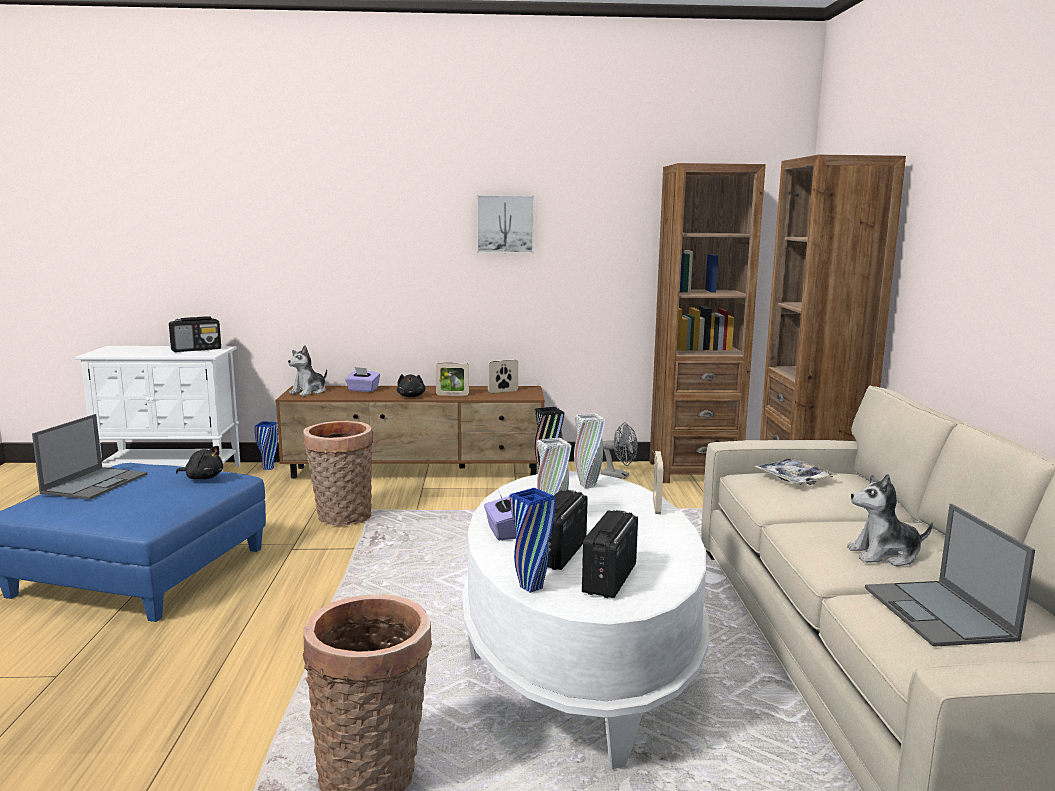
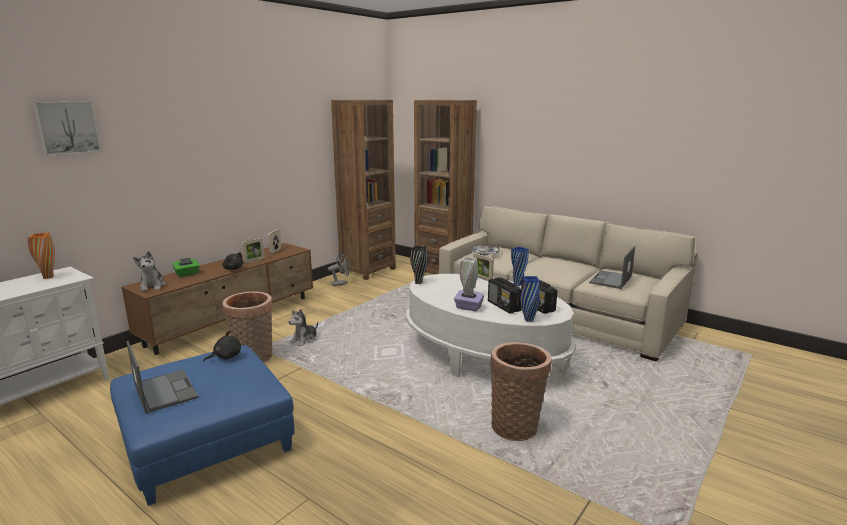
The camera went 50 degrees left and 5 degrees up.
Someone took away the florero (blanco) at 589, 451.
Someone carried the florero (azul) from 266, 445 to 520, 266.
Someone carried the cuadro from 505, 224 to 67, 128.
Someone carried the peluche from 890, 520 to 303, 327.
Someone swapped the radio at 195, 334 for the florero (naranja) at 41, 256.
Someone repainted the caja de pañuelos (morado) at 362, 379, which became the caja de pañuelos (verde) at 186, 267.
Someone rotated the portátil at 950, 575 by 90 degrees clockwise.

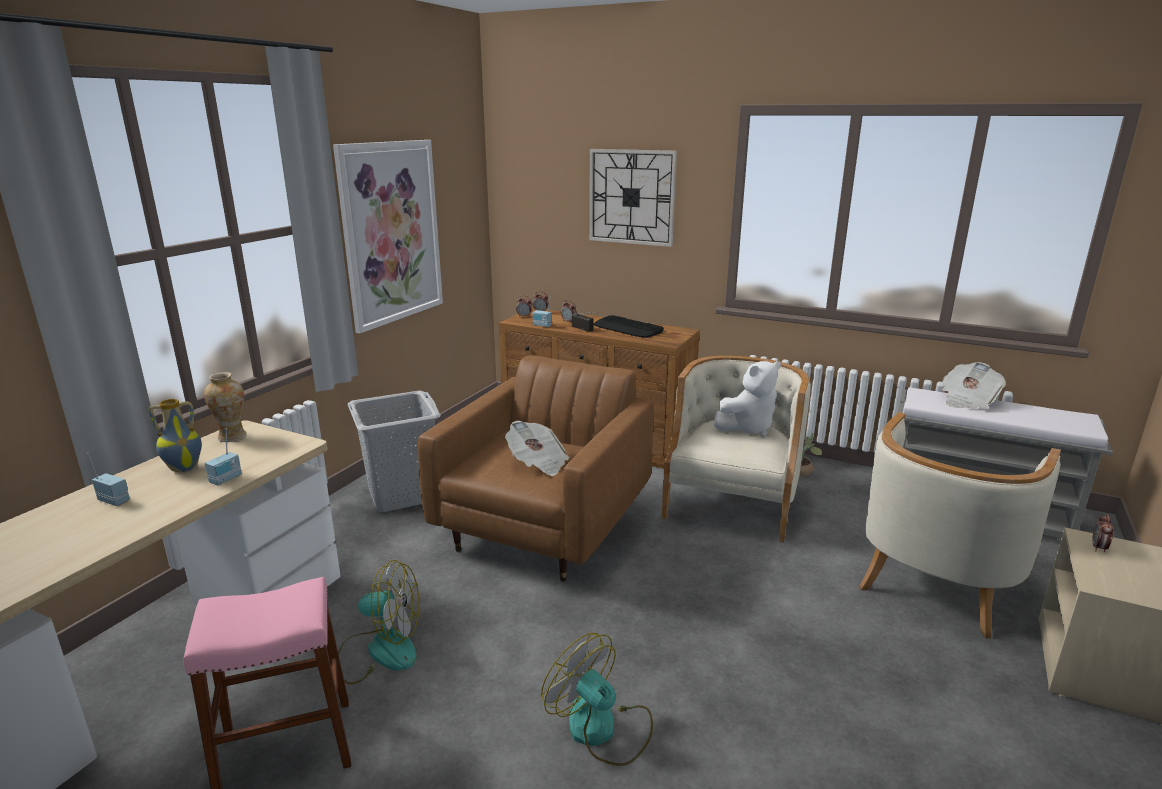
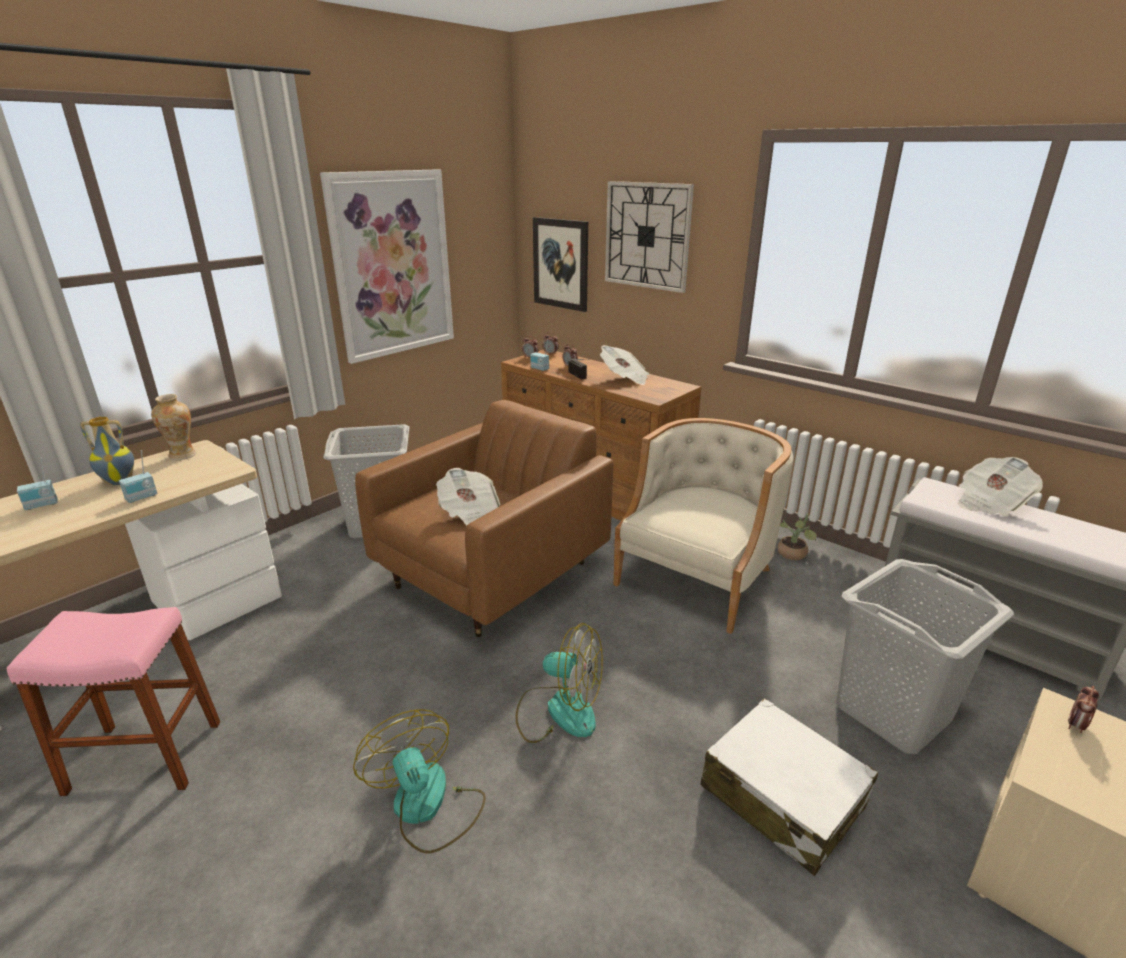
The camera went 15 degrees right and 5 degrees up.
Someone took away the peluche (blanco) at 747, 399.
Someone put up the cuadro at 560, 264.
Someone put down the maleta (blanco) at 789, 787.
Someone carried the ventilador from 378, 622 to 559, 683.
Someone swapped the teclado at 628, 326 for the periódico at 624, 365.
Someone swapped the sillón (beis) at 960, 525 for the cesto de la ropa (gris) at 925, 656.
Someone rotated the radio at 108, 479 by 105 degrees clockwise.

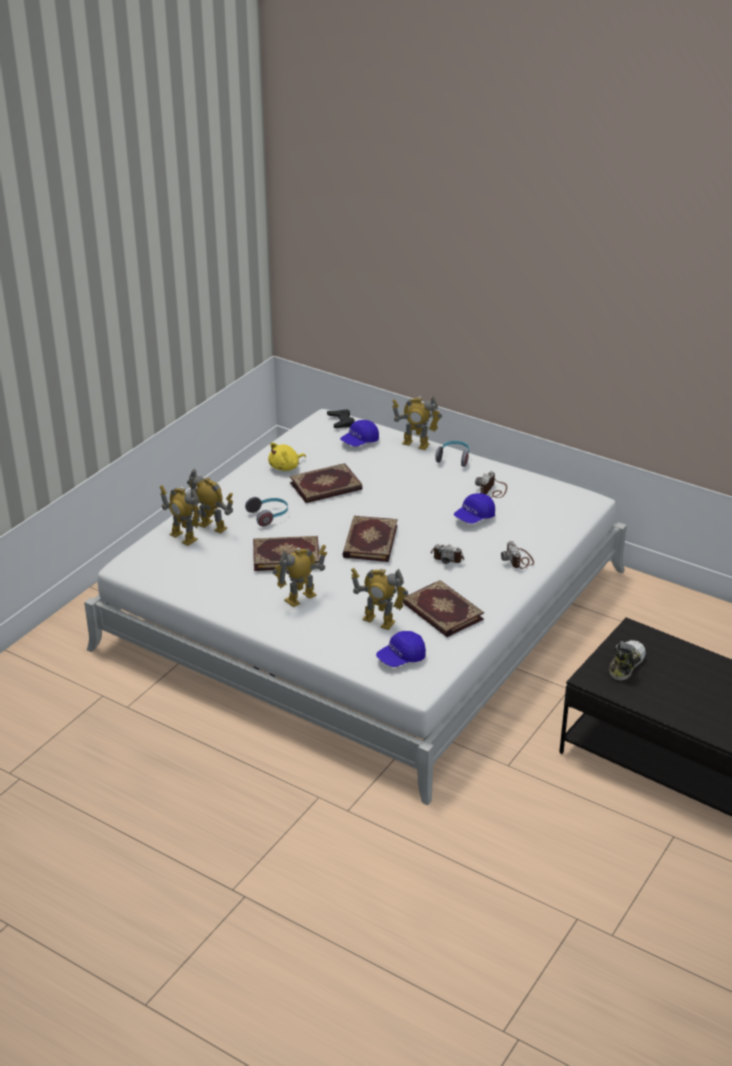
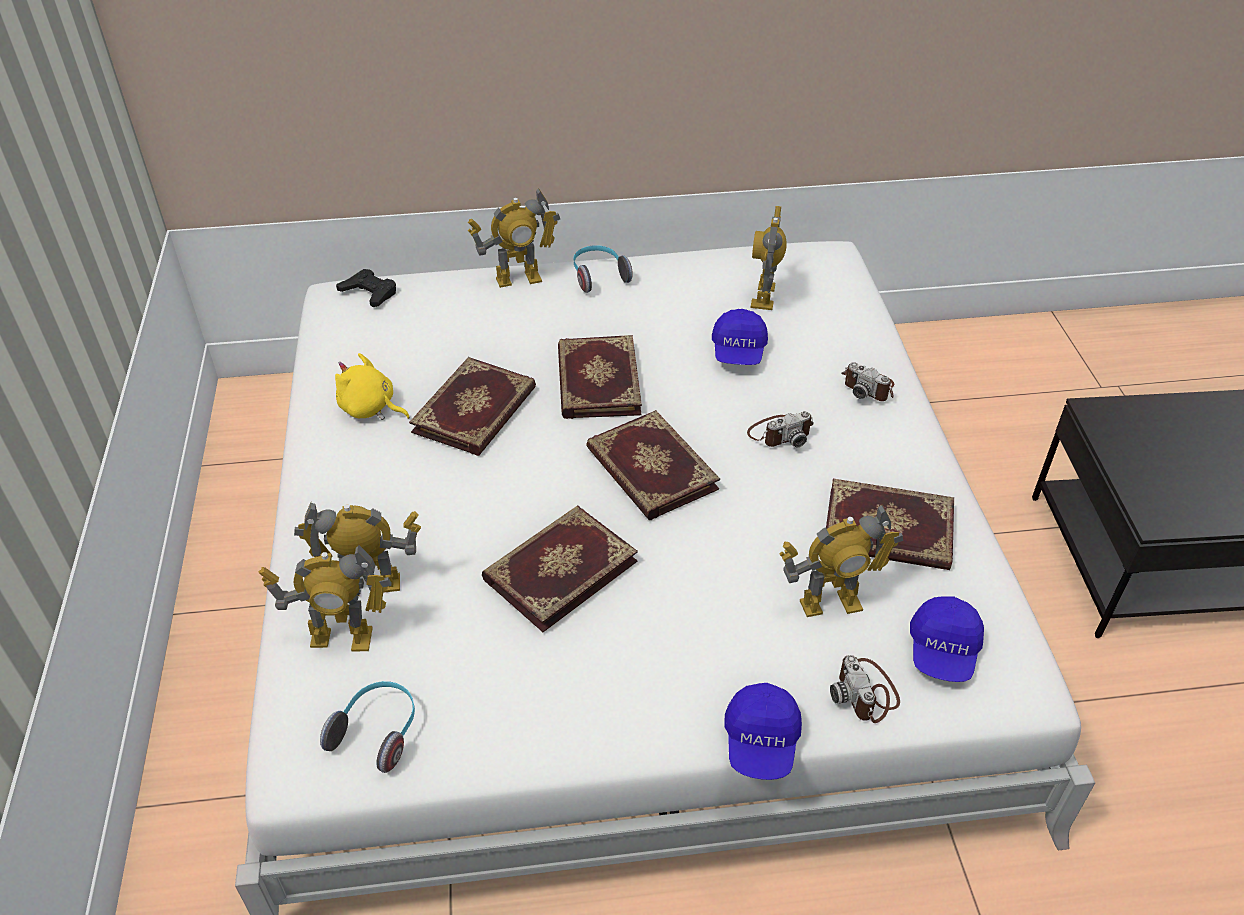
The camera went 40 degrees left and 10 degrees up.
Someone took away the zapato at 627, 660.
Someone put down the libro at 600, 377.
Someone carried the auriculares from 266, 511 to 367, 727.
Someone carried the robot de juguete from 300, 575 to 769, 258.
Someone carried the gorra (azul) from 359, 433 to 763, 731.
Someone carried the cámara from 491, 484 to 865, 689.
Someone rotated the peluche (amarillo) at 287, 456 by 105 degrees clockwise.

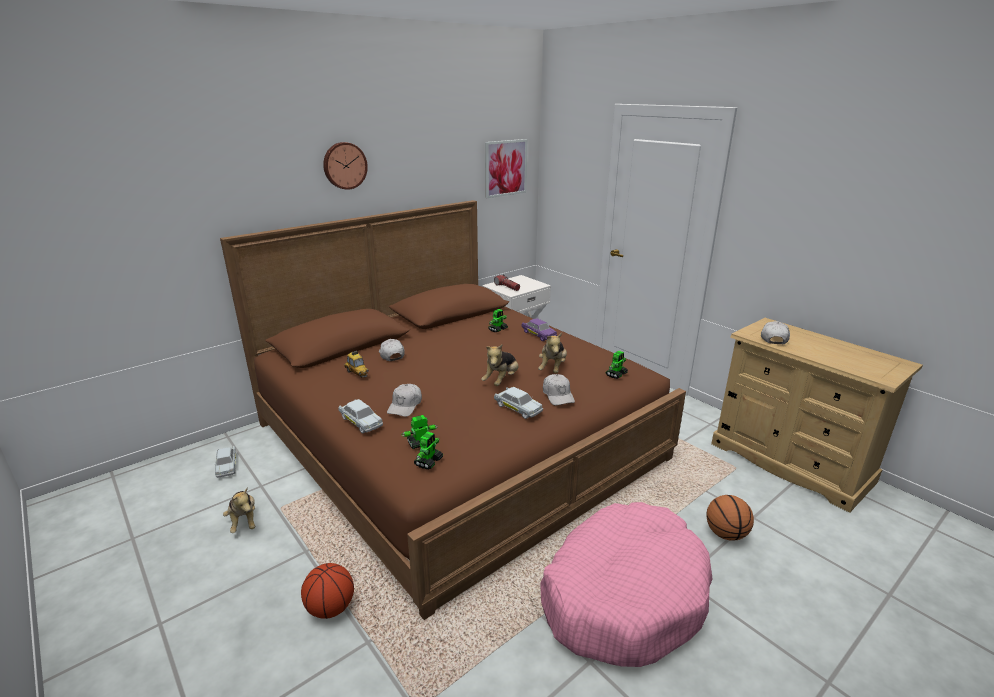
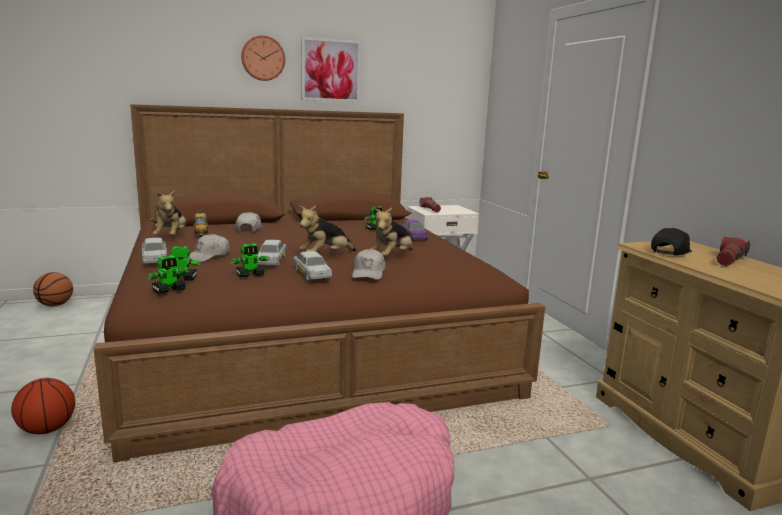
The camera went 20 degrees right and 10 degrees down.
Someone put down the linterna at 733, 251.
Someone carried the coche de juguete (blanco) from 225, 462 to 271, 253.
Someone carried the peluche from 239, 510 to 169, 213.
Someone carried the cuadro from 506, 168 to 331, 69.
Someone carried the robot de juguete from 616, 365 to 250, 260.
Someone carried the balón de baloncesto from 730, 518 to 53, 289.
Someone repainted the gorra (blanco) at 775, 332, which became the gorra (negro) at 671, 241.

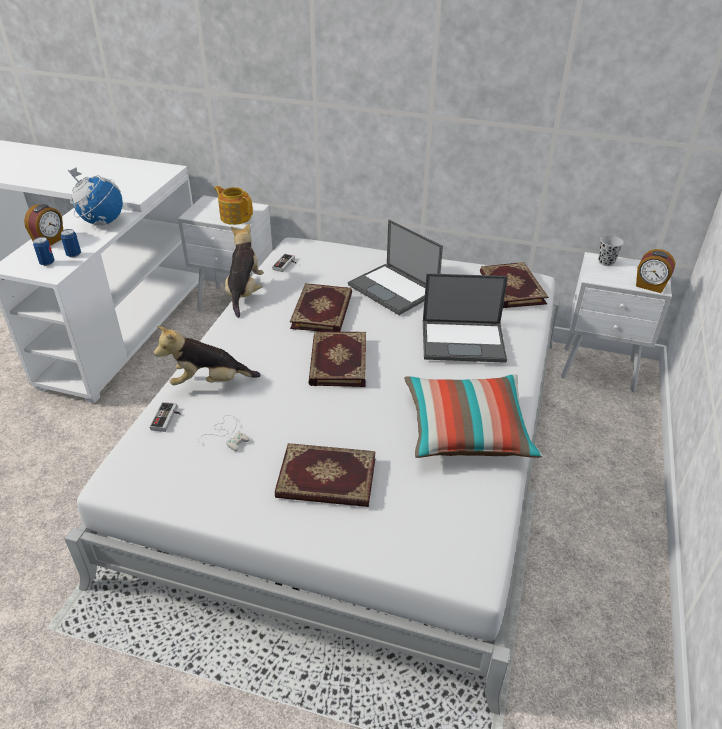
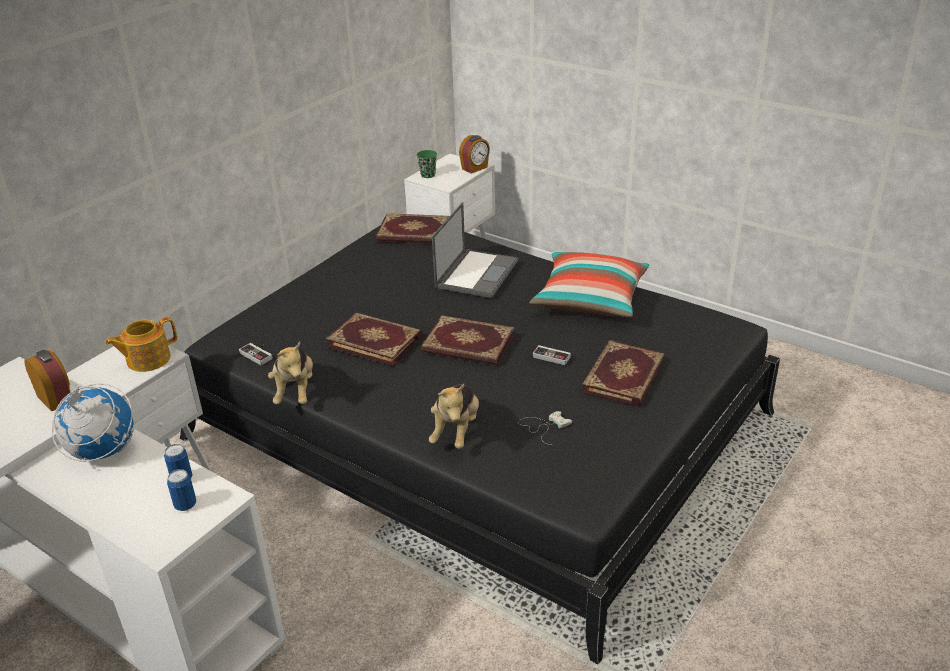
The camera went 70 degrees left and 5 degrees down.
Someone took away the portátil at 395, 267.
Someone carried the despertador from 43, 225 to 47, 381.
Someone carried the mando de consola from 165, 417 to 552, 355.
Someone repainted the cama (blanco) at 312, 476, which became the cama (negro) at 480, 444.
Someone repainted the taza (negro) at 611, 250, which became the taza (verde) at 427, 164.
Someone rotated the peluche at 244, 270 by 120 degrees counterclockwise.

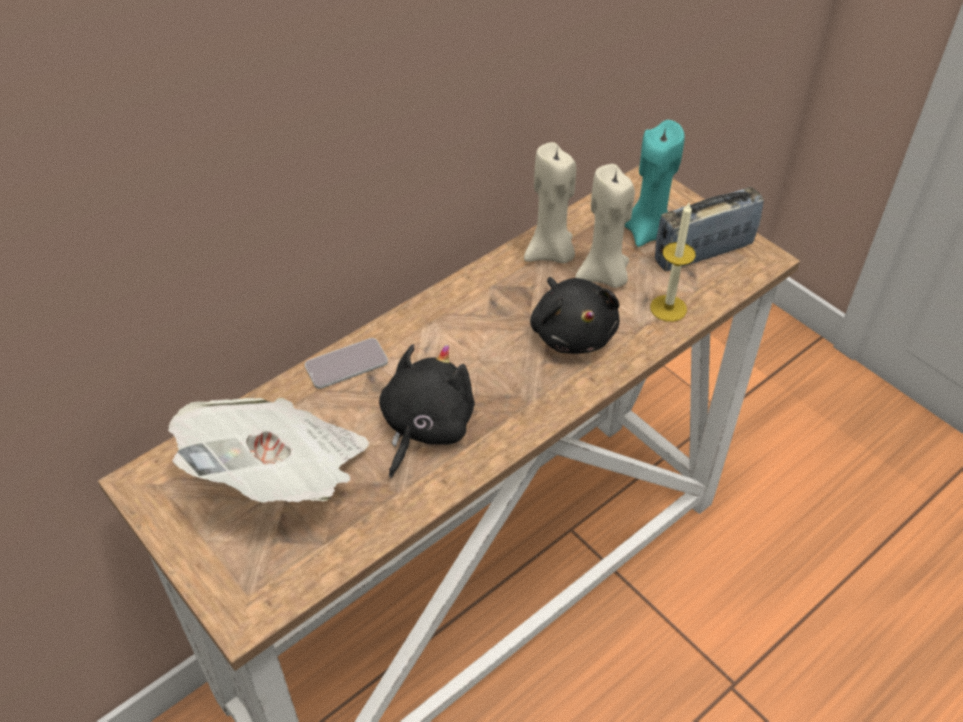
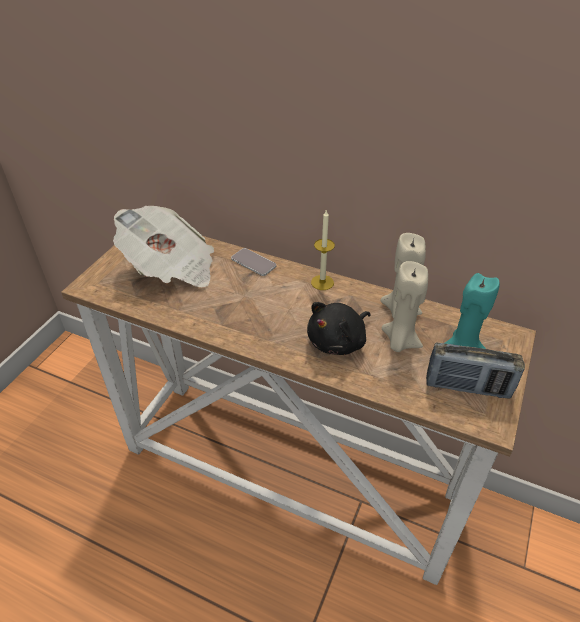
The camera went 65 degrees right and 5 degrees down.
Someone took away the peluche (negro) at 427, 411.
Someone carried the vela from 673, 262 to 323, 249.
Someone rotated the radio at 709, 229 by 150 degrees clockwise.

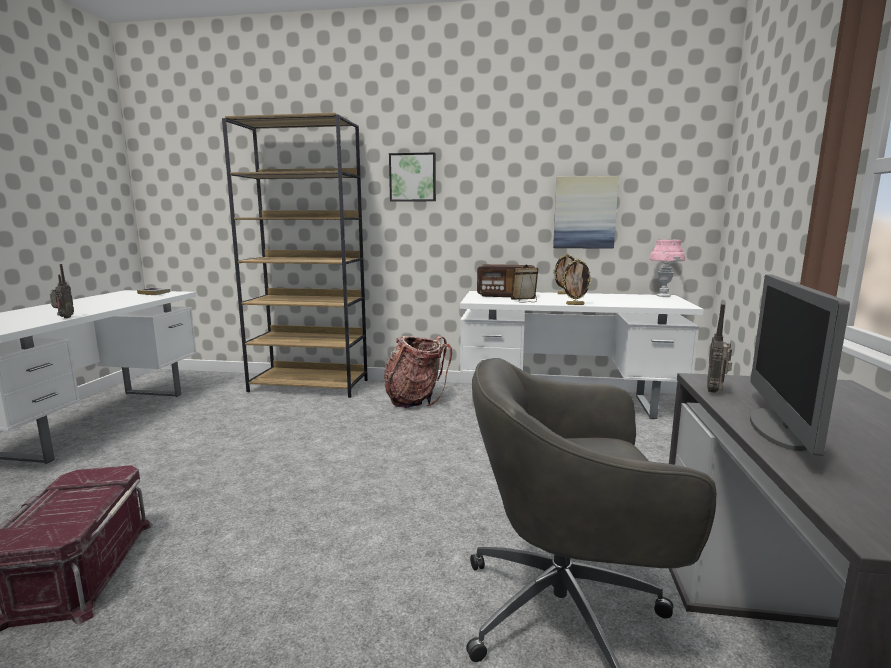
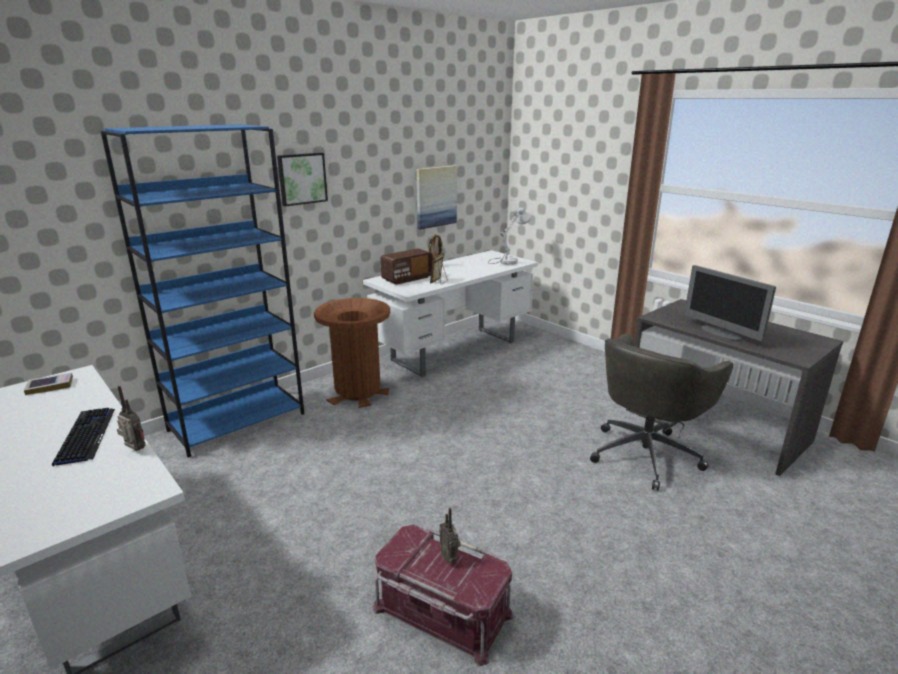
The camera went 50 degrees left and 10 degrees up.
Someone took away the portarretratos at 576, 281.
Someone took away the lámpara de mesa (rosa) at 667, 268.
Someone put down the teclado at 83, 437.
Someone put down the lámpara de mesa (blanco) at 509, 236.
Someone carried the radio from 719, 348 to 449, 535.
Someone swapped the mochila at 418, 372 for the papelera (marrón) at 352, 353.
Someone repainted the estantería (marrón) at 295, 255, which became the estantería (azul) at 203, 290.

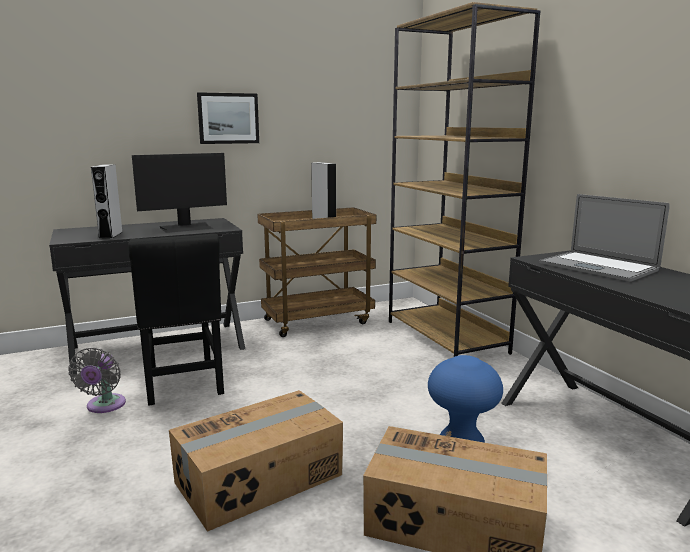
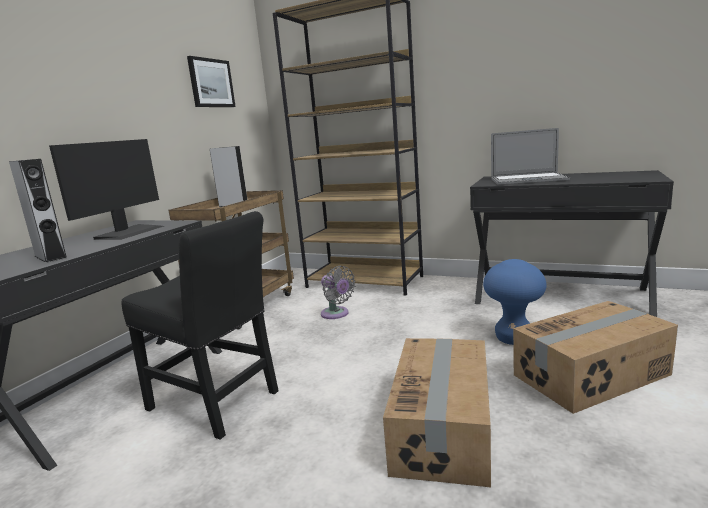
The camera went 40 degrees left and 0 degrees up.
Someone carried the ventilador (gris) from 97, 380 to 338, 292.
Someone carried the cuadro from 228, 118 to 211, 81.

